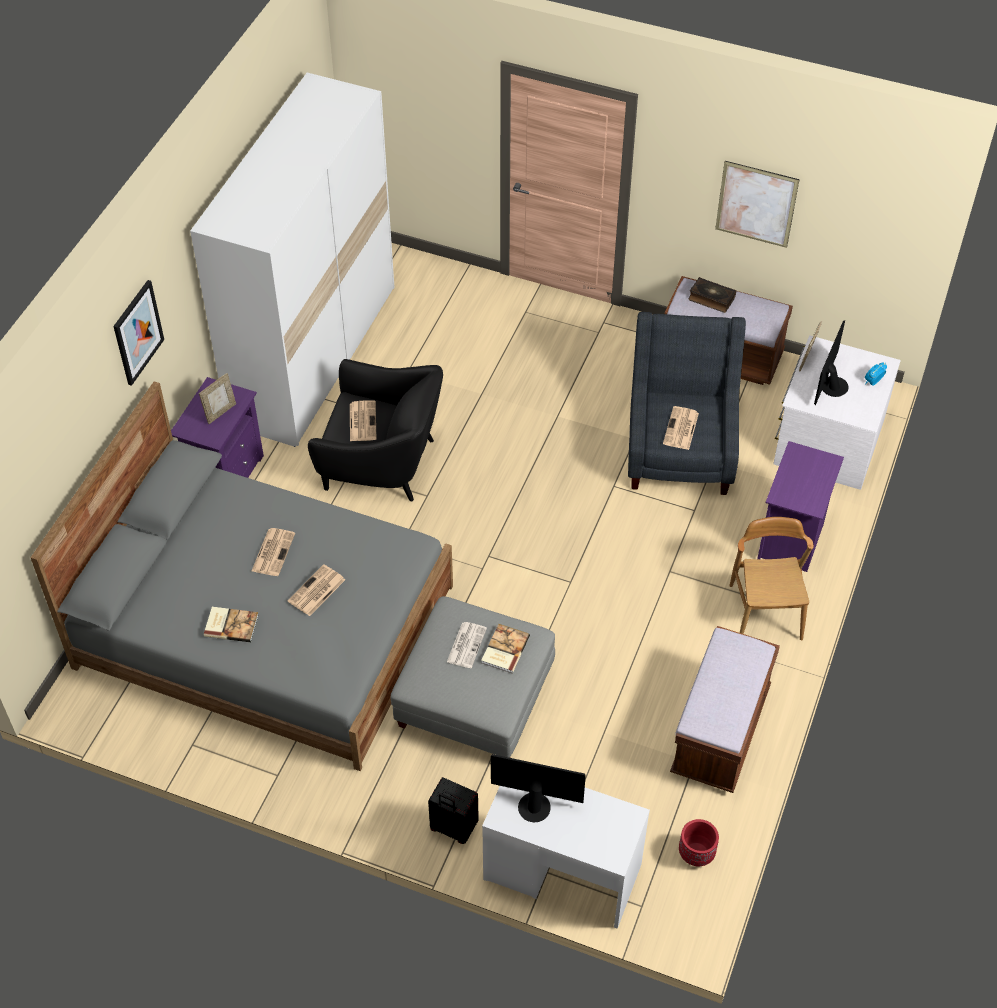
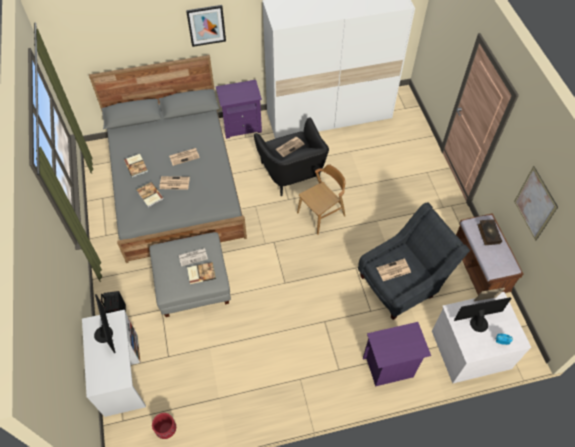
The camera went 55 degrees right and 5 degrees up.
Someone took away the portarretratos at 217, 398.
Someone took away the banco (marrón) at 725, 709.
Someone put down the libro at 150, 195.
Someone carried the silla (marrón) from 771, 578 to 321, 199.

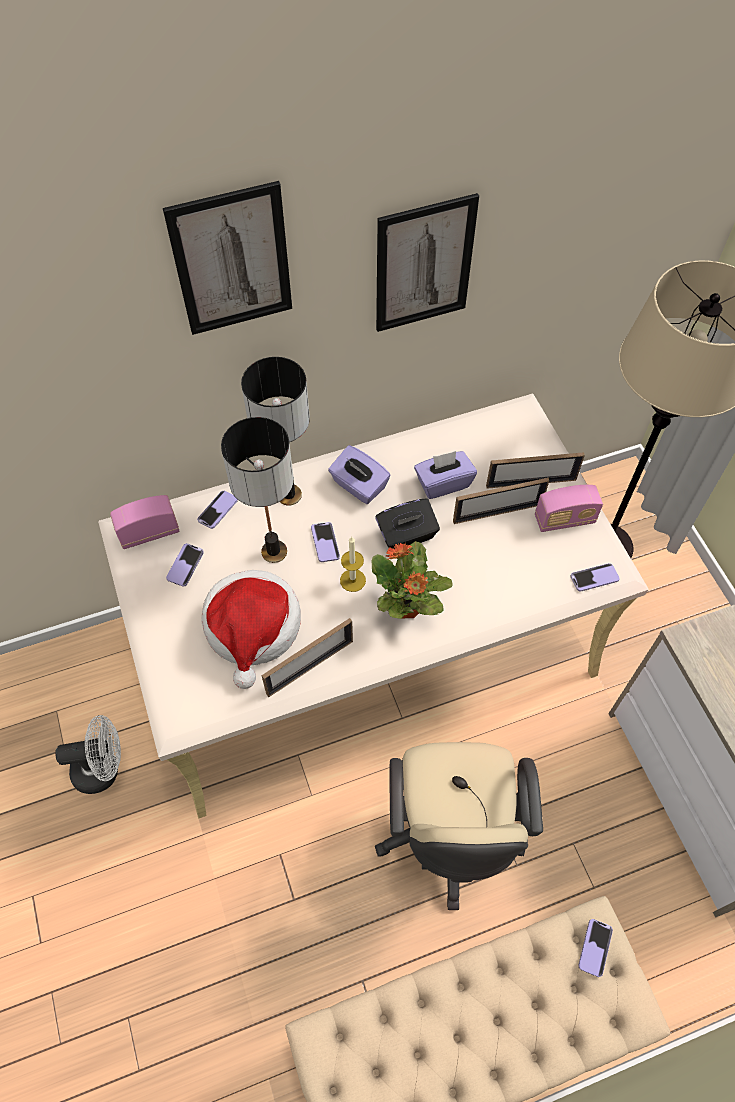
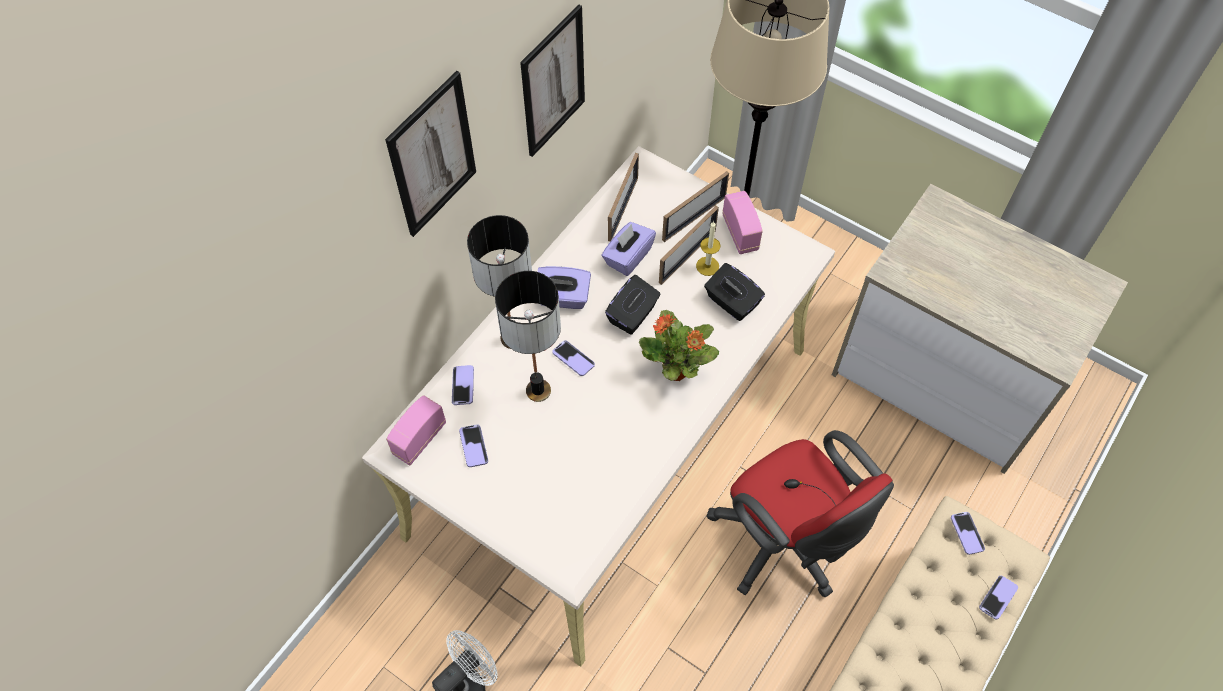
The camera went 35 degrees left and 0 degrees up.
Someone took away the sombrero at 251, 629.
Someone put down the caja de pañuelos (negro) at 734, 292.
Someone carried the portarretratos from 307, 657 to 623, 197.
Someone carried the vela from 353, 564 to 708, 248.
Someone carried the móvil from 595, 577 to 998, 598.
Someone repainted the silla de oficina (beis) at 459, 826, which became the silla de oficina (rojo) at 800, 513.
Someone rotated the radio at 569, 508 by 60 degrees counterclockwise.

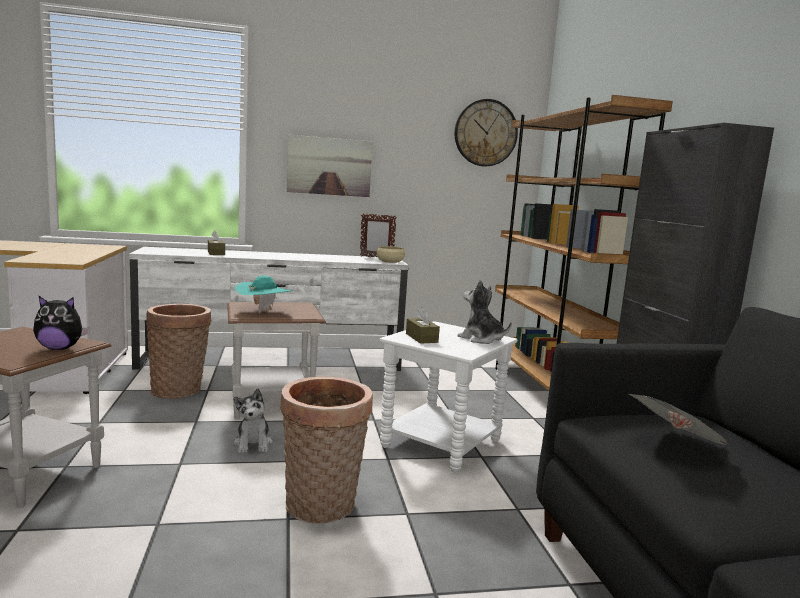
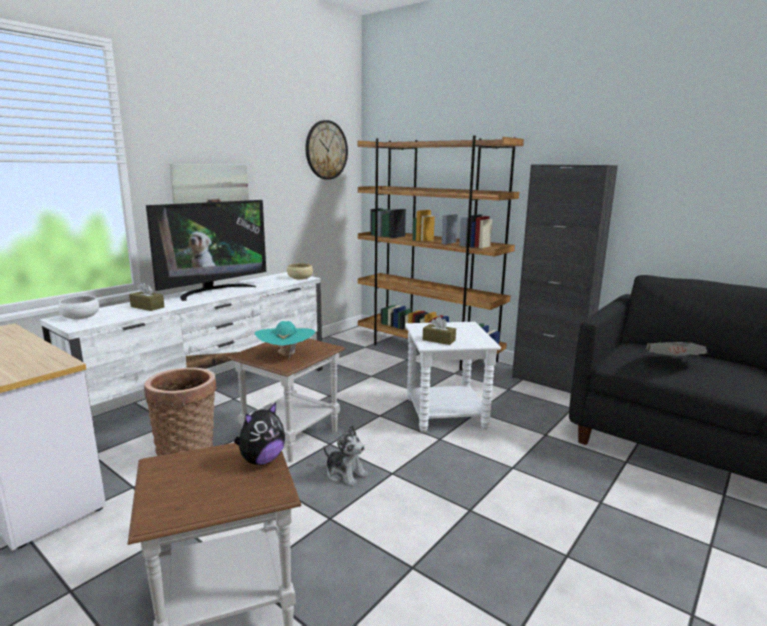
The camera went 40 degrees left and 5 degrees up.
Someone took away the cesta at 326, 450.
Someone took away the portarretratos at 378, 236.
Someone took away the peluche at 484, 312.
Someone put down the cuenco (blanco) at 78, 307.
Someone put down the televisor at 206, 250.

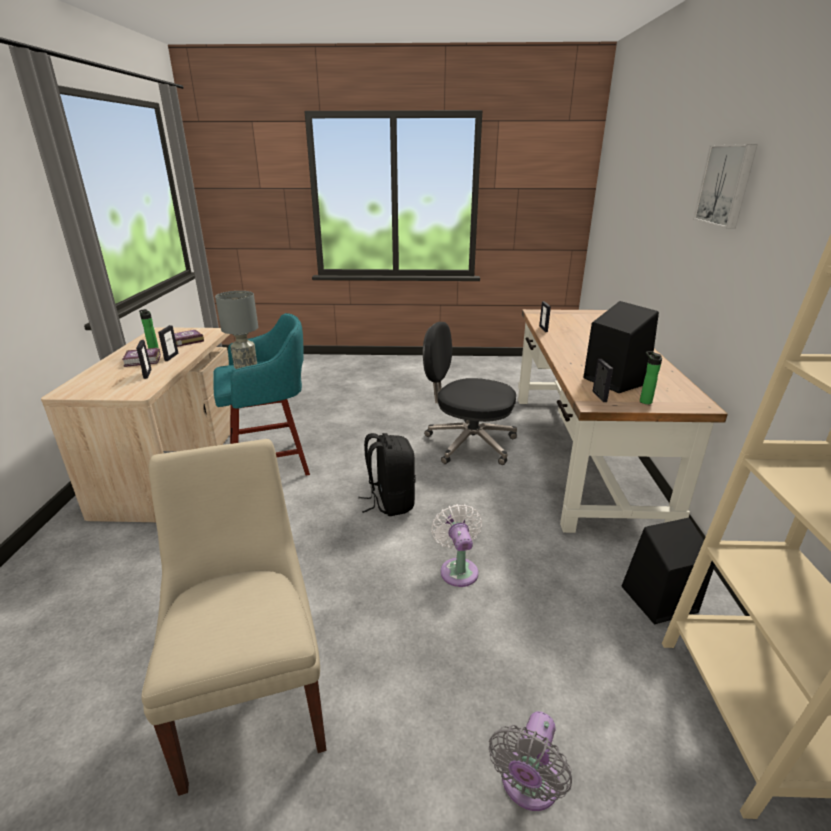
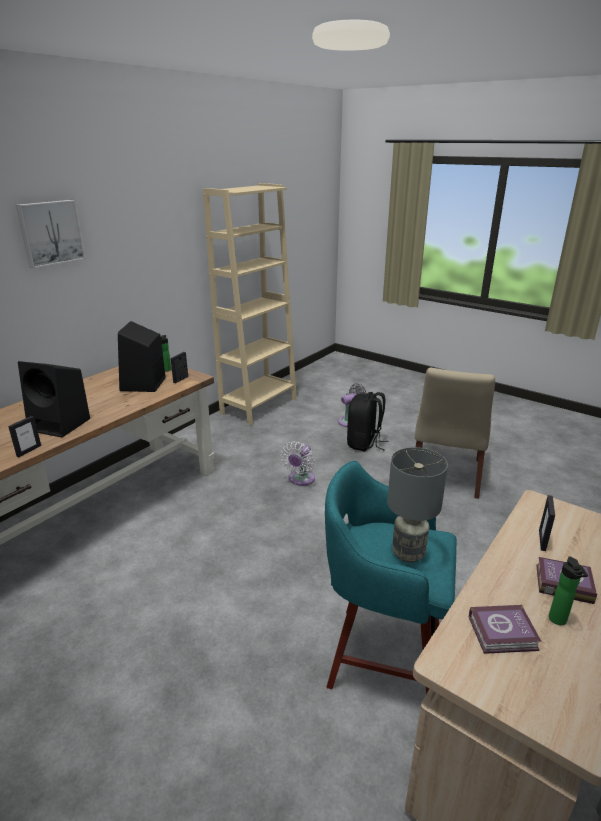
The camera went 145 degrees left and 0 degrees up.
Someone took away the portarretratos at 168, 343.
Someone took away the silla de oficina (negro) at 470, 393.
Someone carried the mochila (negro) from 387, 474 to 368, 421.
Someone carried the altavoz (negro) from 668, 571 to 54, 399.

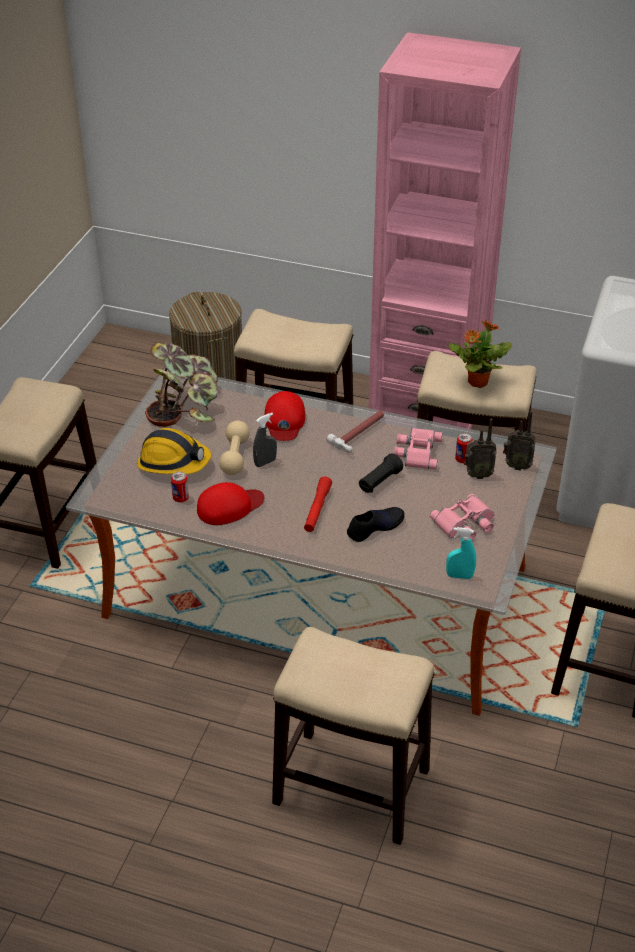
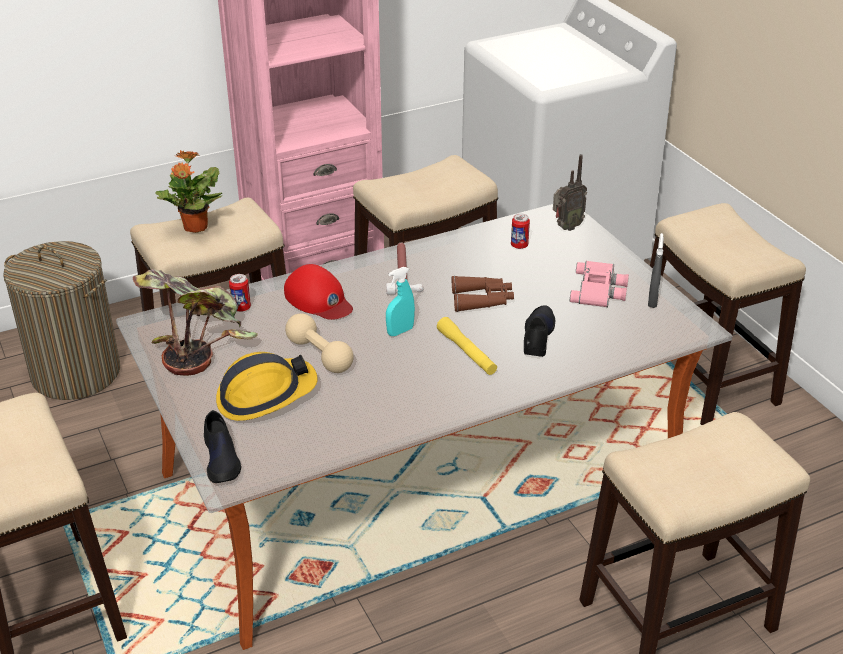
The camera went 45 degrees left and 5 degrees down.
Someone took away the gorra (rojo) at 230, 503.
Someone took away the prismáticos (rosa) at 418, 448.
Someone took away the radio at 480, 449.
Someone put down the zapato (negro) at 222, 446.
Someone carried the lata from 180, 486 to 240, 293.
Someone carried the pulverizador (gris) from 265, 440 to 656, 270.
Someone carried the pulverizador (turquesa) from 461, 553 to 400, 301.
Someone carried the planta en maceta from 480, 353 to 188, 191.
Someone swapped the linterna (negro) at 381, 473 for the prismáticos (marrón) at 483, 294.
Someone repainted the linterna (rojo) at 318, 504, which became the linterna (amarillo) at 467, 346.

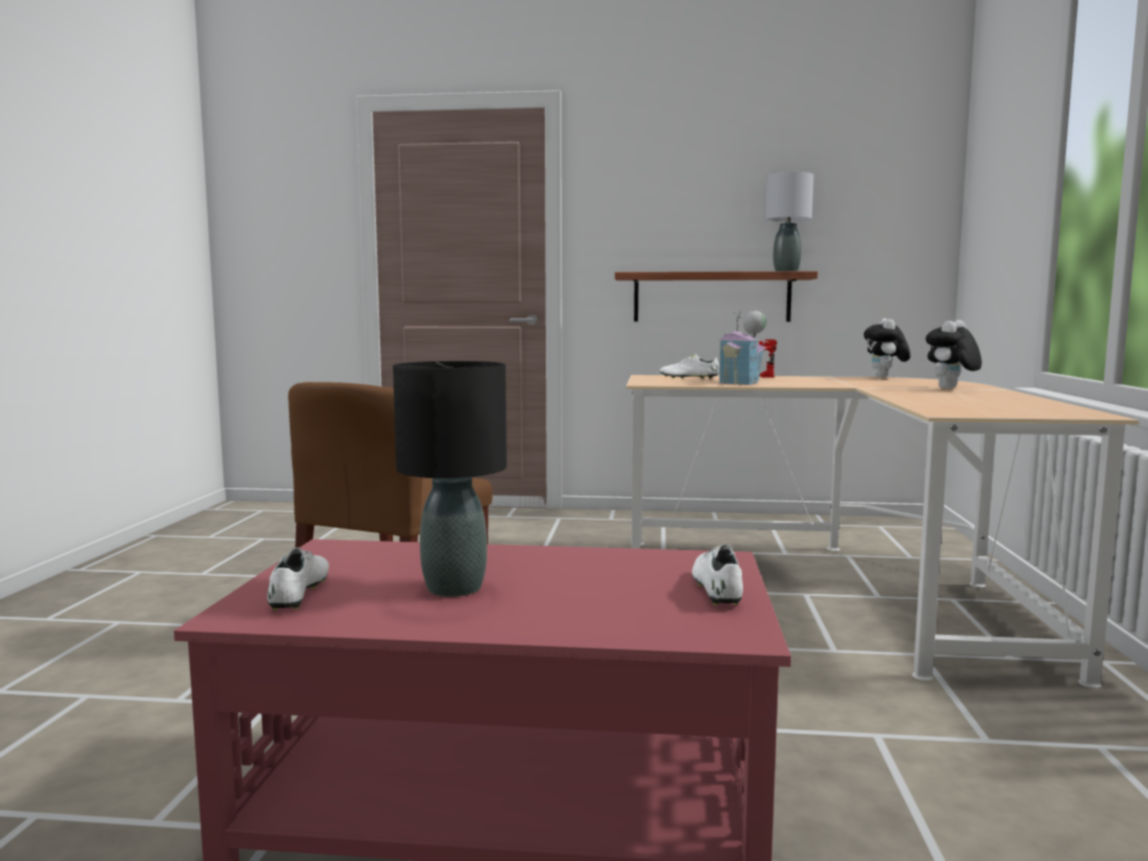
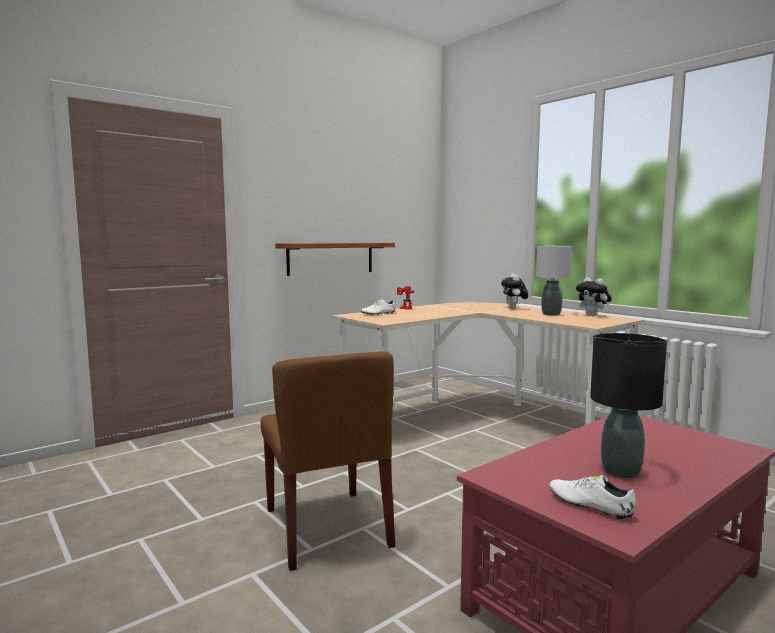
The camera went 45 degrees left and 0 degrees up.
Someone took away the zapato (blanco) at 717, 575.
Someone took away the casita at 742, 345.
Someone carried the lámpara de mesa (gris) from 789, 221 to 554, 281.
Someone carried the peluche from 887, 348 to 593, 296.

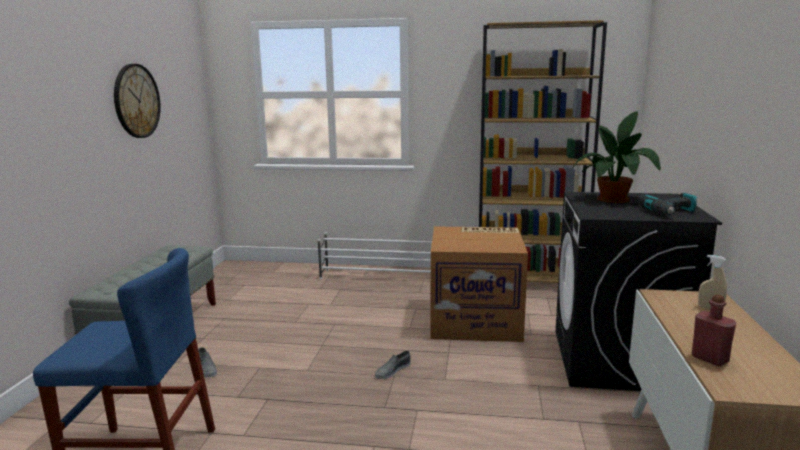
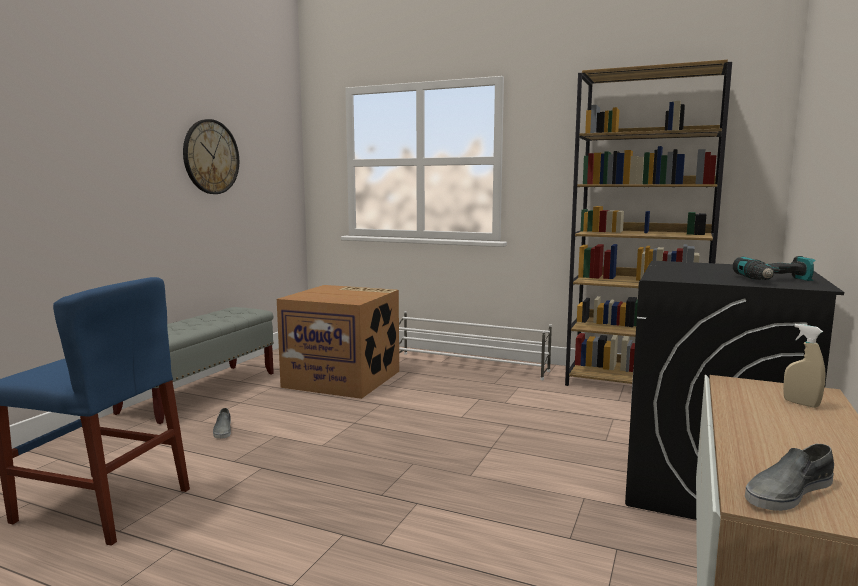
The camera went 15 degrees right and 5 degrees down.
Someone took away the planta en maceta at 616, 157.
Someone took away the botella (rojo) at 714, 330.
Someone carried the zapato (gris) from 393, 365 to 789, 477.
Someone carried the caja de cartón from 479, 284 to 338, 342.

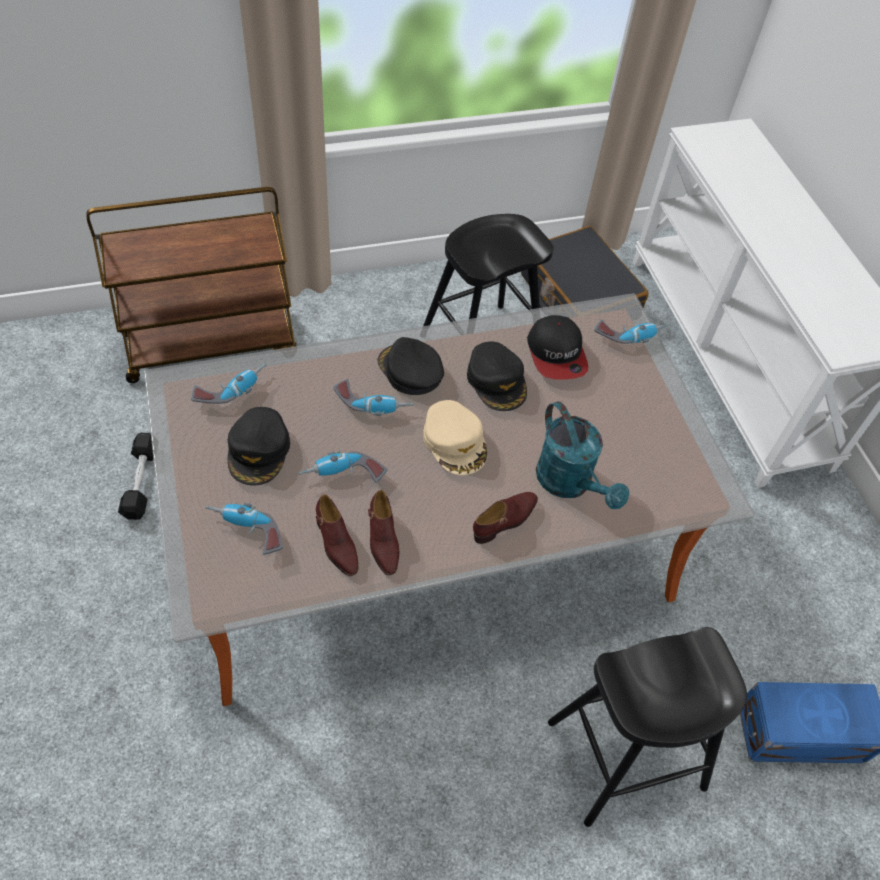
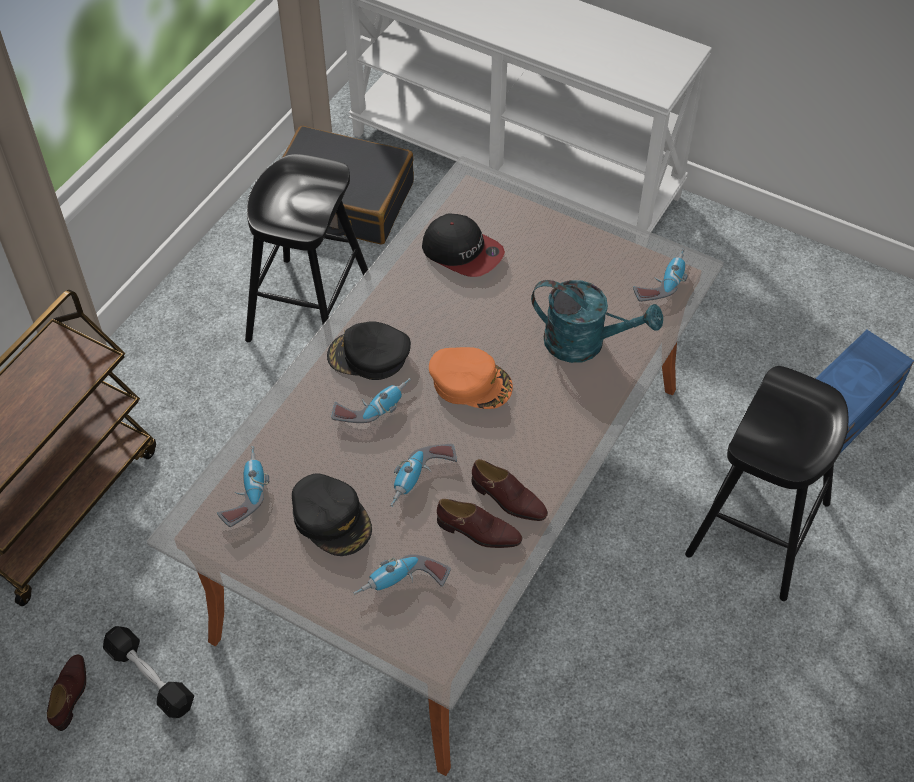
The camera went 40 degrees left and 0 degrees up.
Someone took away the gorra (negro) at 497, 376.
Someone carried the zapato (marrón) from 505, 518 to 66, 693.
Someone carried the taladro from 631, 331 to 660, 275.
Someone repainted the gorra (beis) at 455, 437, which became the gorra (naranja) at 471, 378.

